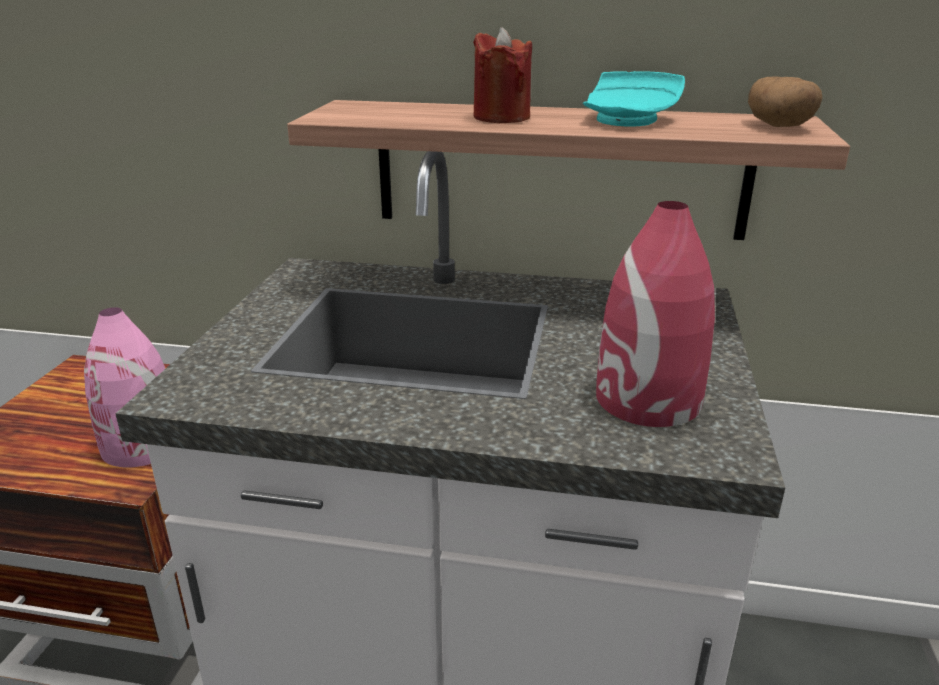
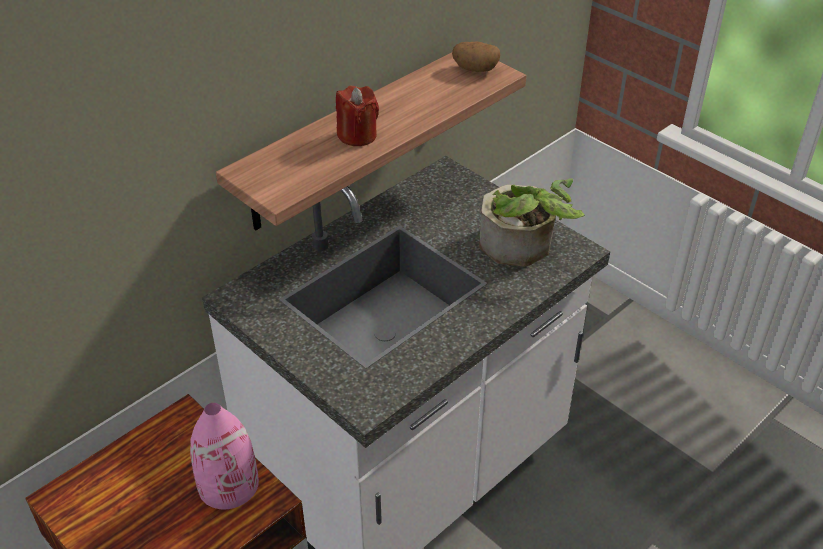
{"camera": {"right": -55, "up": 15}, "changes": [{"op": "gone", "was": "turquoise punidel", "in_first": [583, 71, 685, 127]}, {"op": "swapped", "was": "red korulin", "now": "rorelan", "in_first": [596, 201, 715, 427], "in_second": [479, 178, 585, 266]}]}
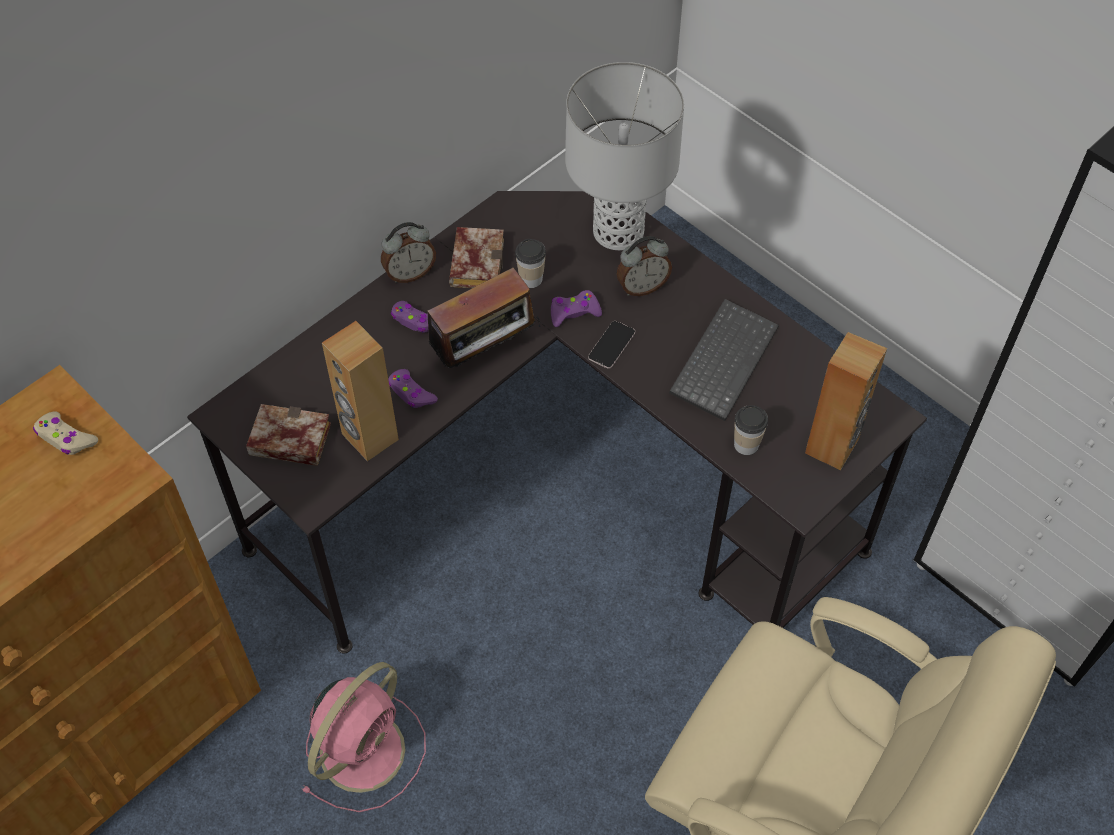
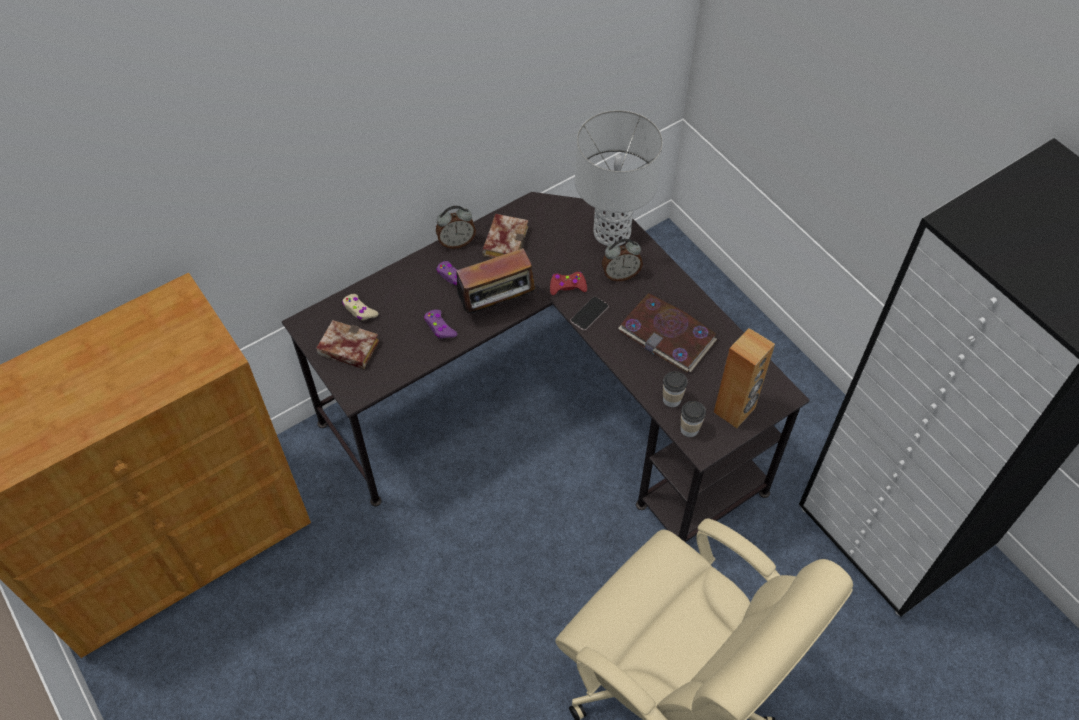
{"camera": {"right": 10, "up": 0}, "changes": [{"op": "shifted", "was": "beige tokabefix", "in_first": [33, 411, 98, 455], "in_second": [342, 294, 378, 320]}, {"op": "gone", "was": "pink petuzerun", "in_first": [301, 662, 426, 812]}, {"op": "gone", "was": "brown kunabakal", "in_first": [322, 321, 399, 461]}, {"op": "shifted", "was": "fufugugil", "in_first": [515, 239, 546, 288], "in_second": [680, 401, 706, 437]}, {"op": "repainted", "was": "purple tokabefix", "now": "red tokabefix", "in_first": [551, 290, 602, 327], "in_second": [550, 272, 587, 295]}, {"op": "swapped", "was": "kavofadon", "now": "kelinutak", "in_first": [669, 299, 779, 421], "in_second": [618, 293, 717, 373]}]}
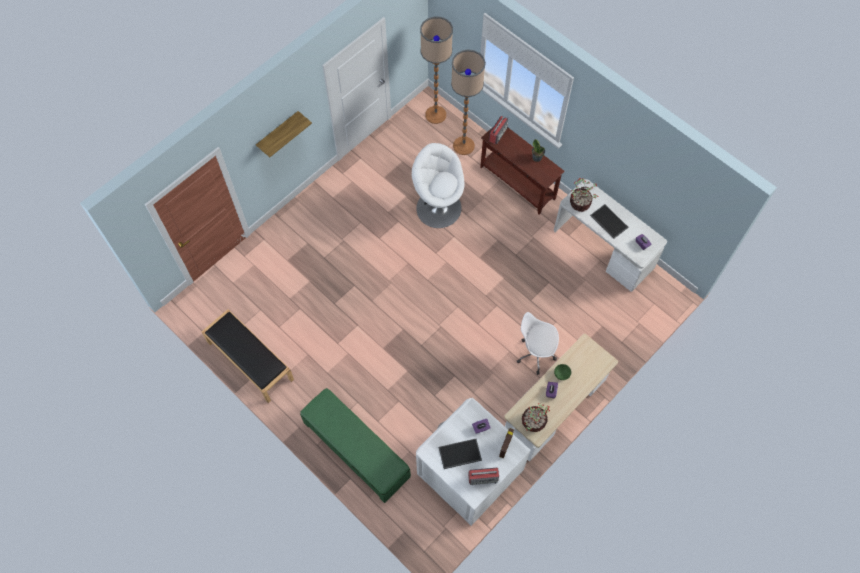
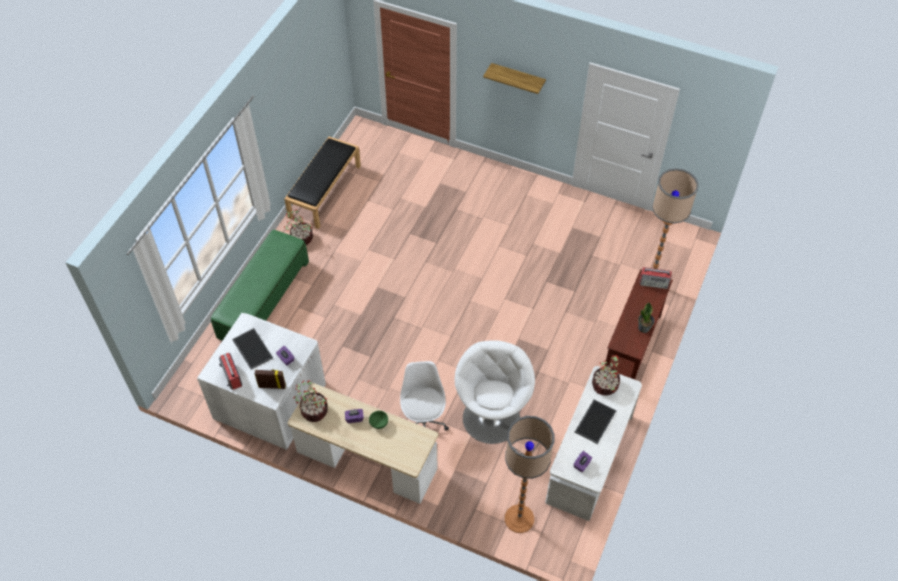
{"camera": {"right": 70, "up": -10}, "changes": [{"op": "shifted", "was": "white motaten", "in_first": [412, 143, 464, 228], "in_second": [455, 340, 535, 444]}, {"op": "shifted", "was": "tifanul", "in_first": [420, 17, 453, 124], "in_second": [505, 416, 554, 533]}, {"op": "new", "now": "rorelan", "in_second": [284, 209, 313, 245]}]}
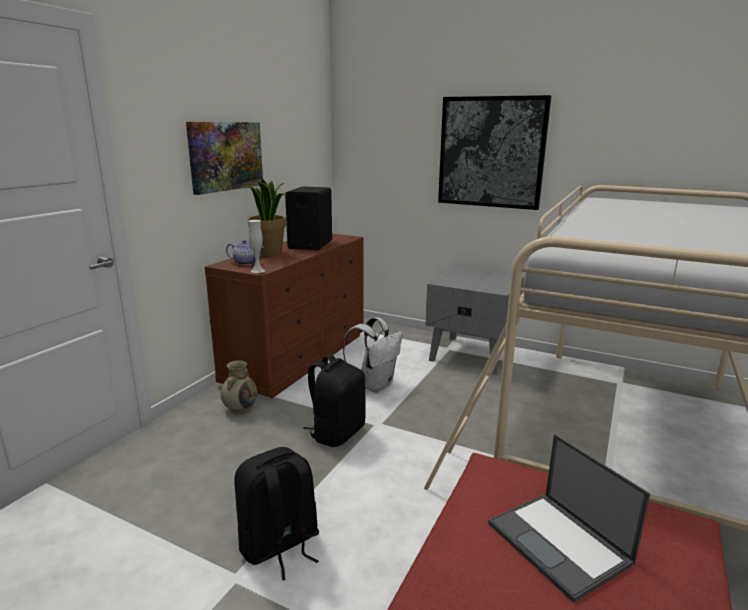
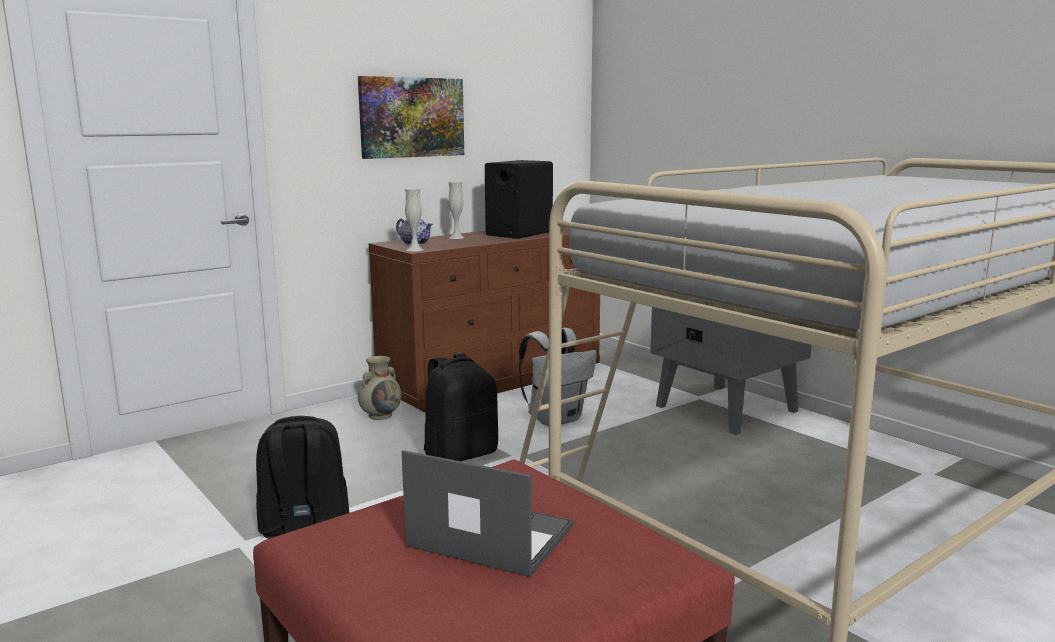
{"camera": {"right": 25, "up": -5}, "changes": [{"op": "swapped", "was": "rorelan", "now": "white korulin", "in_first": [244, 178, 286, 256], "in_second": [449, 182, 465, 239]}, {"op": "gone", "was": "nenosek", "in_first": [438, 95, 551, 210]}, {"op": "rotated", "was": "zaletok", "in_first": [488, 434, 651, 603], "in_second": [402, 450, 573, 577], "clockwise": 120}]}
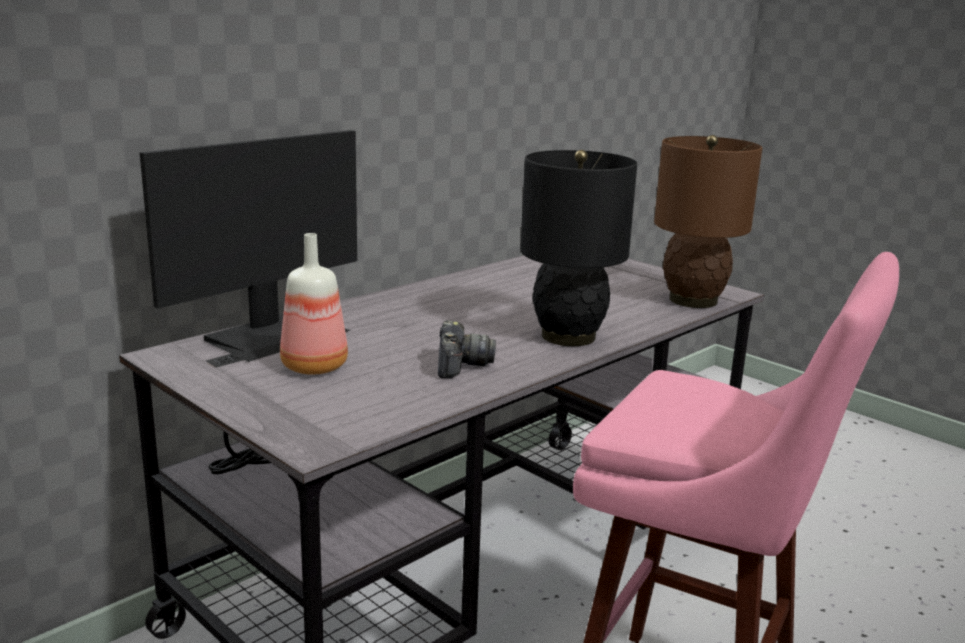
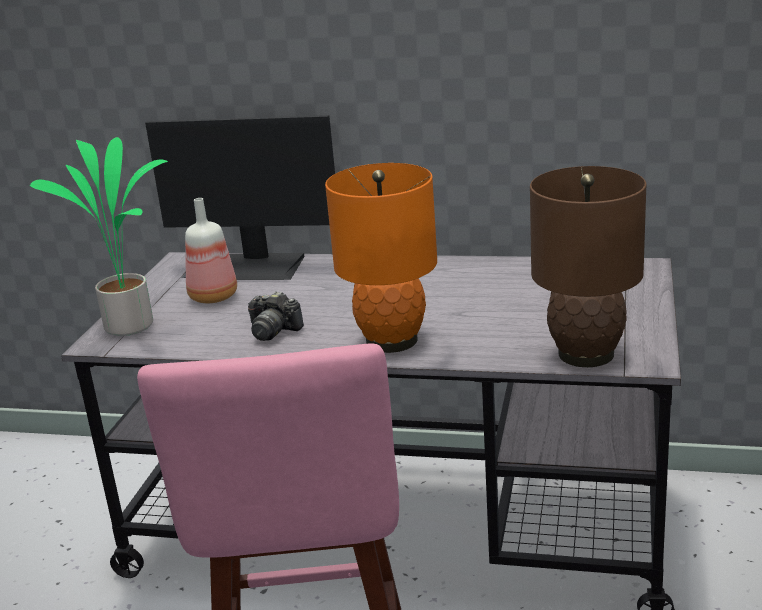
{"camera": {"right": 60, "up": 5}, "changes": [{"op": "rotated", "was": "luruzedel", "in_first": [438, 320, 496, 379], "in_second": [248, 291, 304, 341], "clockwise": 60}, {"op": "repainted", "was": "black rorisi", "now": "orange rorisi", "in_first": [520, 150, 637, 346], "in_second": [325, 163, 437, 353]}, {"op": "new", "now": "rorelan", "in_second": [30, 137, 168, 336]}]}
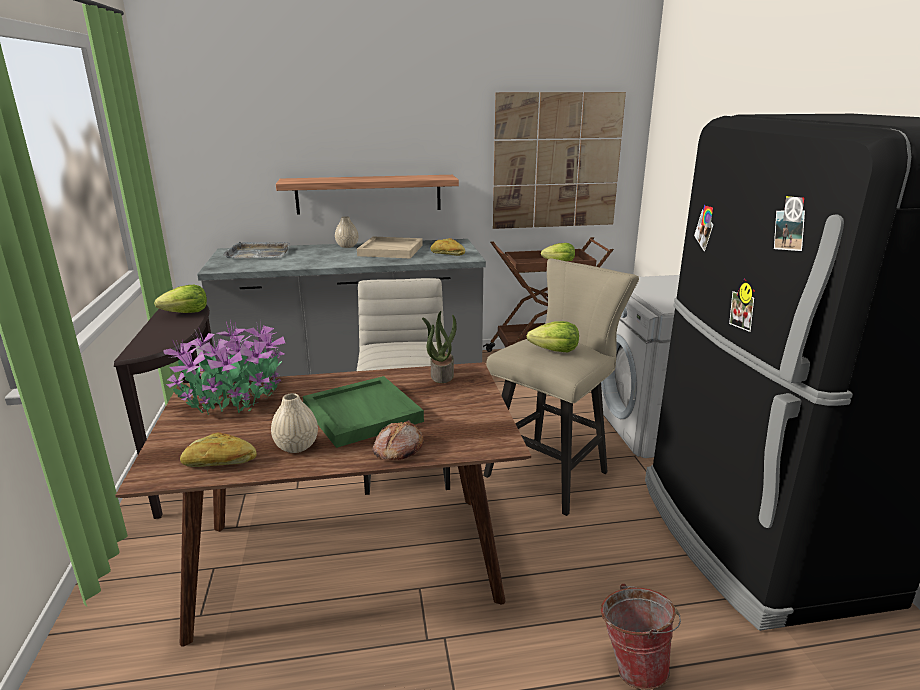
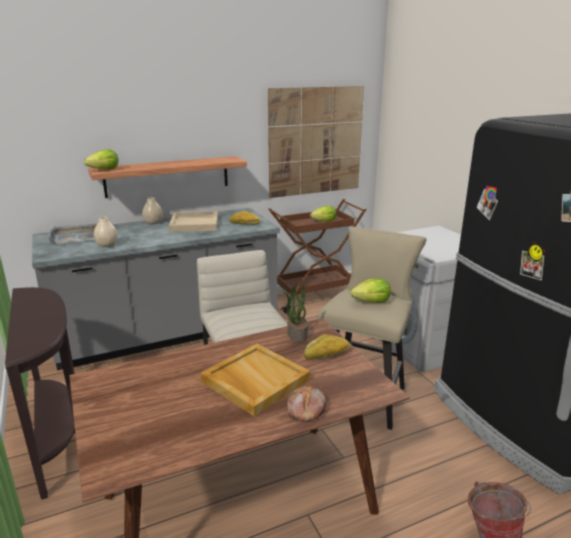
{"camera": {"right": -15, "up": 0}, "changes": [{"op": "shifted", "was": "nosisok", "in_first": [154, 285, 207, 313], "in_second": [84, 149, 119, 170]}, {"op": "gone", "was": "rorelan", "in_first": [163, 320, 285, 415]}, {"op": "shifted", "was": "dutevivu", "in_first": [180, 432, 257, 467], "in_second": [304, 334, 350, 360]}, {"op": "shifted", "was": "beige korulin", "in_first": [271, 393, 318, 453], "in_second": [94, 217, 118, 247]}, {"op": "repainted", "was": "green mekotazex", "now": "beige mekotazex", "in_first": [303, 376, 424, 448], "in_second": [201, 344, 310, 416]}]}
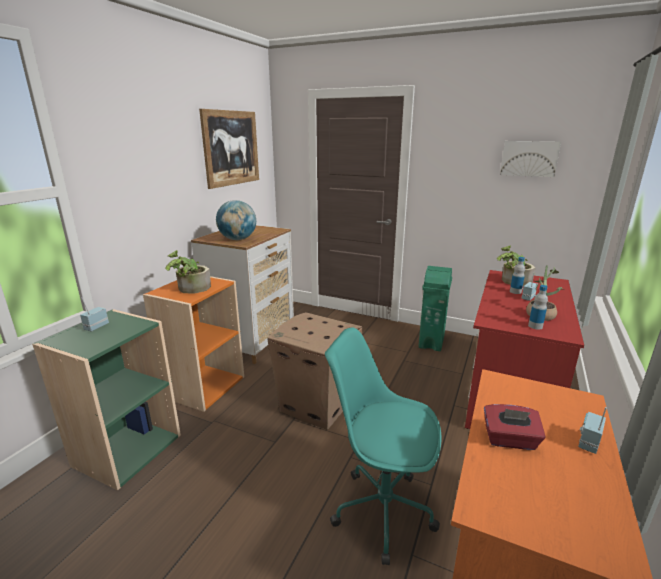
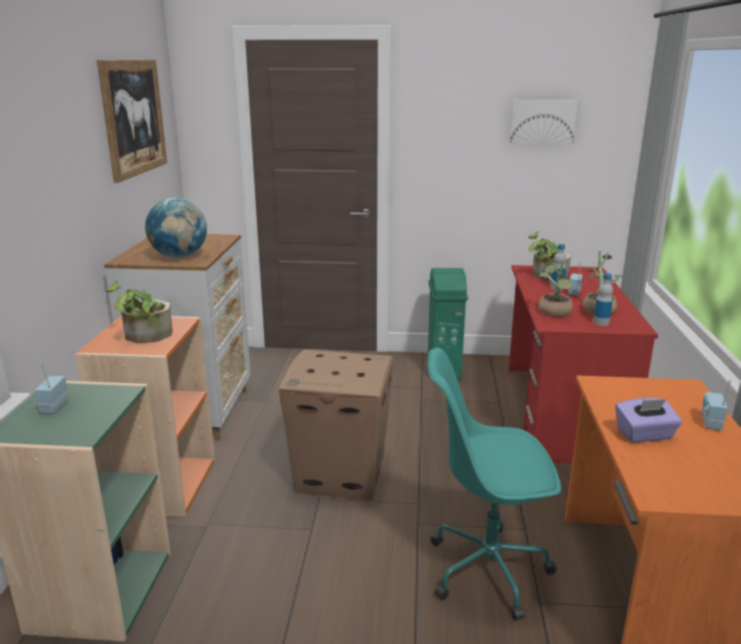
{"camera": {"right": -20, "up": 0}, "changes": [{"op": "repainted", "was": "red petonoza", "now": "purple petonoza", "in_first": [484, 404, 546, 450], "in_second": [615, 398, 682, 442]}, {"op": "new", "now": "rorelan", "in_second": [539, 259, 573, 317]}]}
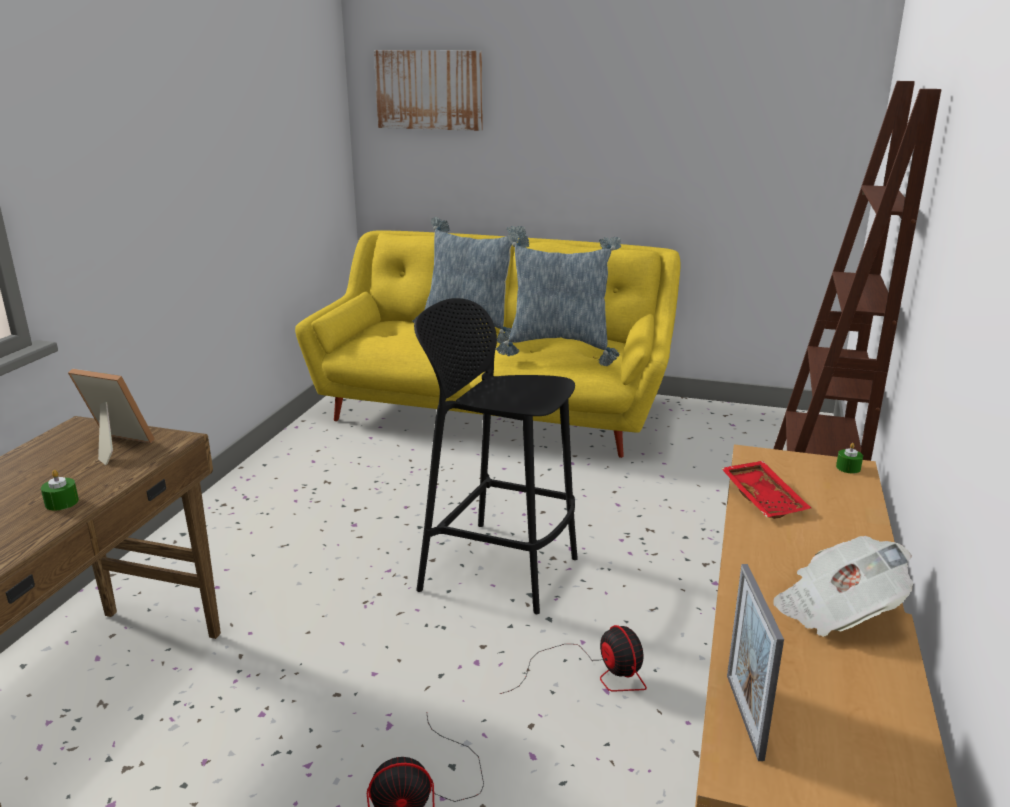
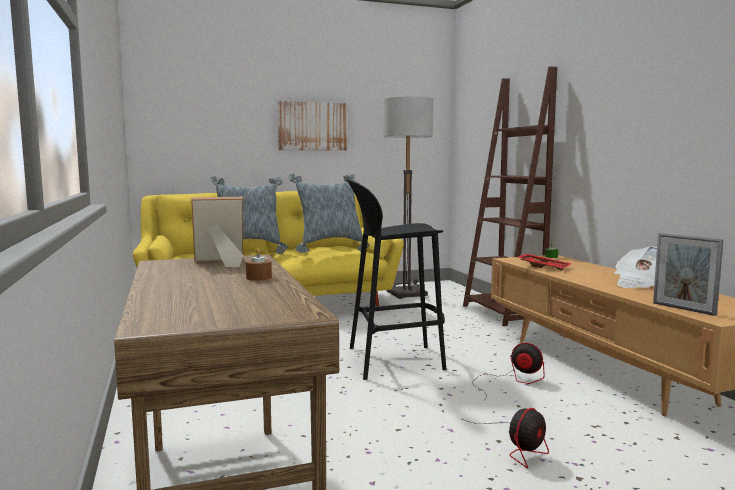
{"camera": {"right": -35, "up": -15}, "changes": [{"op": "repainted", "was": "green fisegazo", "now": "brown fisegazo", "in_first": [41, 470, 79, 510], "in_second": [246, 248, 272, 281]}, {"op": "shifted", "was": "nenosek", "in_first": [374, 50, 483, 131], "in_second": [277, 101, 348, 151]}, {"op": "new", "now": "tifanul", "in_second": [384, 96, 433, 299]}]}
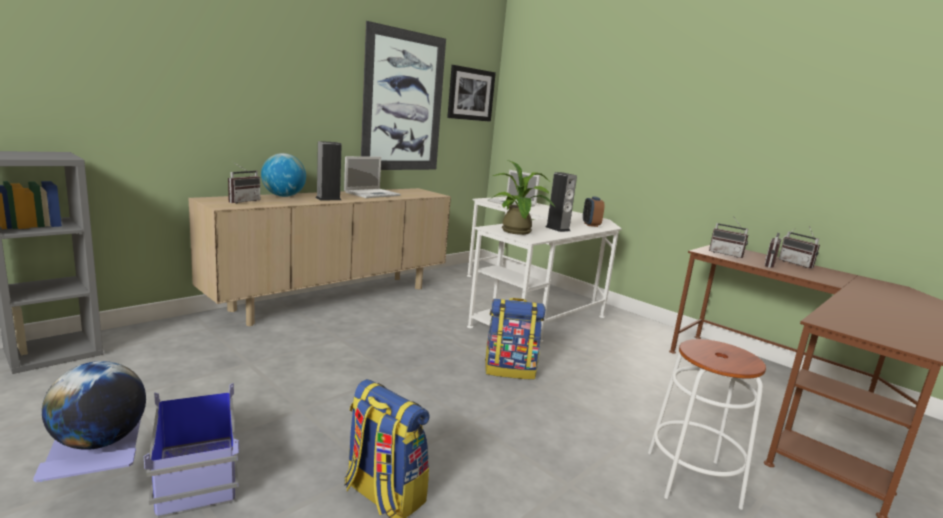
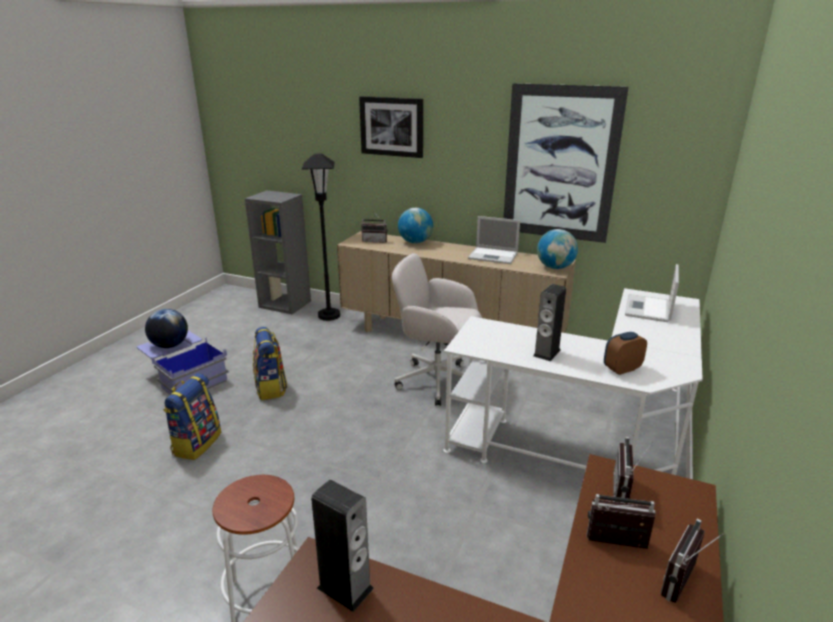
{"camera": {"right": 70, "up": 10}, "changes": [{"op": "shifted", "was": "kunabakal", "in_first": [315, 141, 342, 201], "in_second": [311, 480, 374, 612]}, {"op": "shifted", "was": "nenosek", "in_first": [447, 65, 496, 122], "in_second": [359, 96, 423, 158]}, {"op": "shifted", "was": "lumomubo", "in_first": [485, 298, 545, 379], "in_second": [253, 327, 287, 400]}, {"op": "gone", "was": "rorelan", "in_first": [489, 160, 556, 235]}, {"op": "new", "now": "black tifanul", "in_second": [302, 154, 340, 321]}, {"op": "new", "now": "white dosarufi", "in_second": [392, 253, 482, 406]}, {"op": "new", "now": "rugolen", "in_second": [537, 229, 578, 269]}]}
